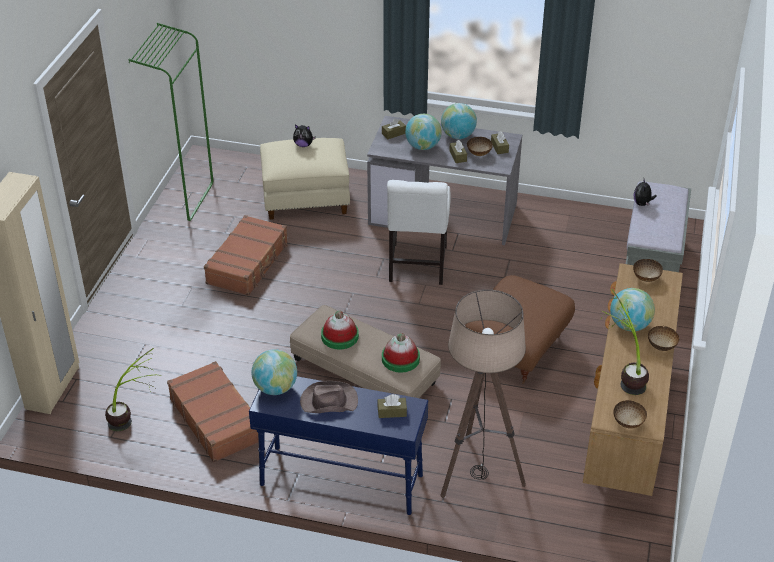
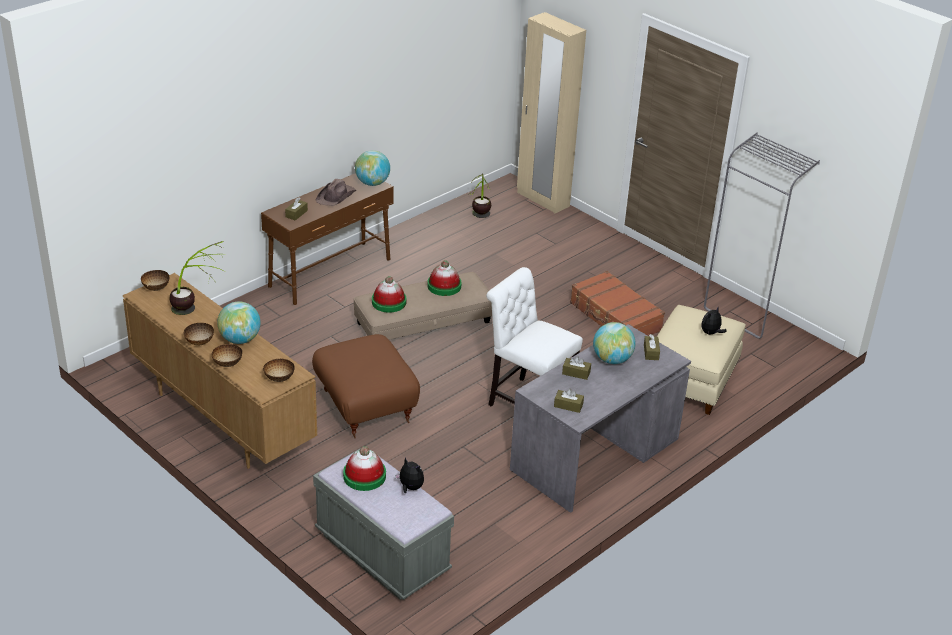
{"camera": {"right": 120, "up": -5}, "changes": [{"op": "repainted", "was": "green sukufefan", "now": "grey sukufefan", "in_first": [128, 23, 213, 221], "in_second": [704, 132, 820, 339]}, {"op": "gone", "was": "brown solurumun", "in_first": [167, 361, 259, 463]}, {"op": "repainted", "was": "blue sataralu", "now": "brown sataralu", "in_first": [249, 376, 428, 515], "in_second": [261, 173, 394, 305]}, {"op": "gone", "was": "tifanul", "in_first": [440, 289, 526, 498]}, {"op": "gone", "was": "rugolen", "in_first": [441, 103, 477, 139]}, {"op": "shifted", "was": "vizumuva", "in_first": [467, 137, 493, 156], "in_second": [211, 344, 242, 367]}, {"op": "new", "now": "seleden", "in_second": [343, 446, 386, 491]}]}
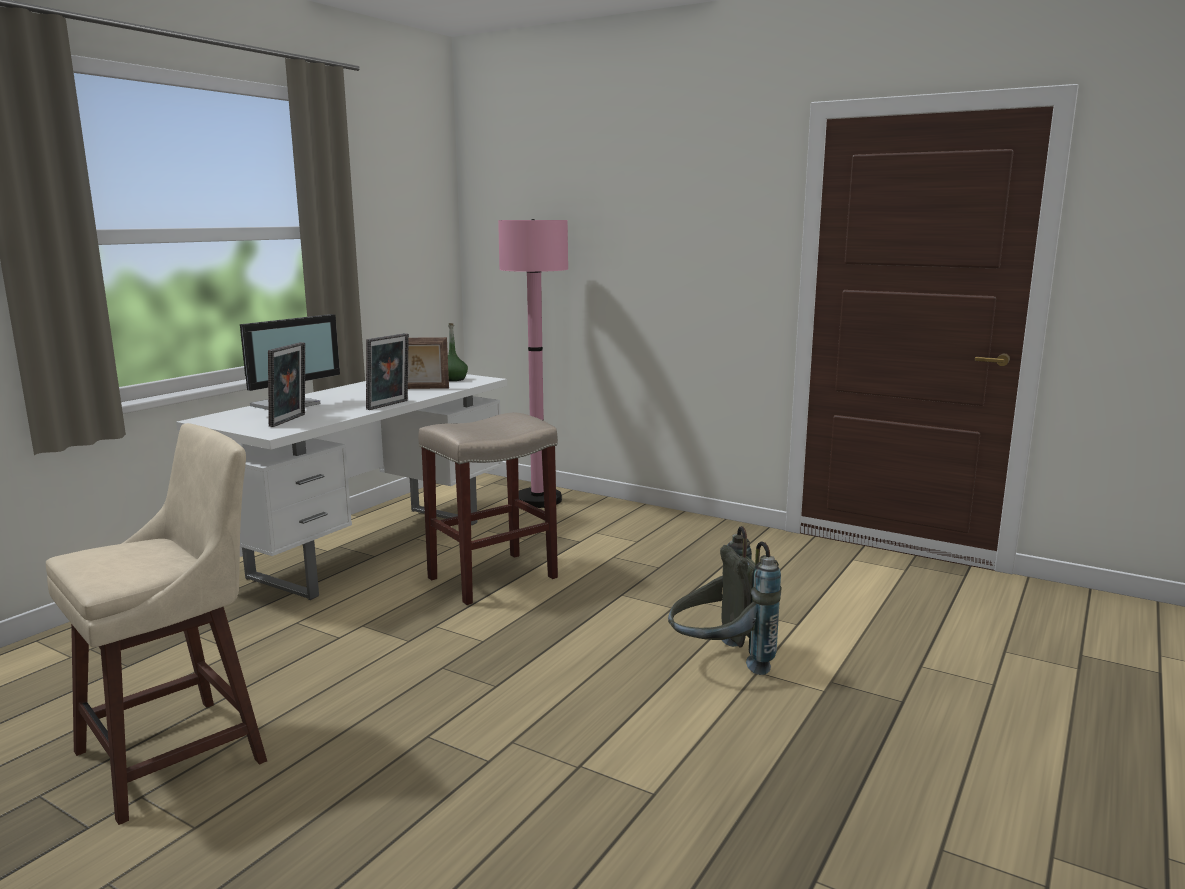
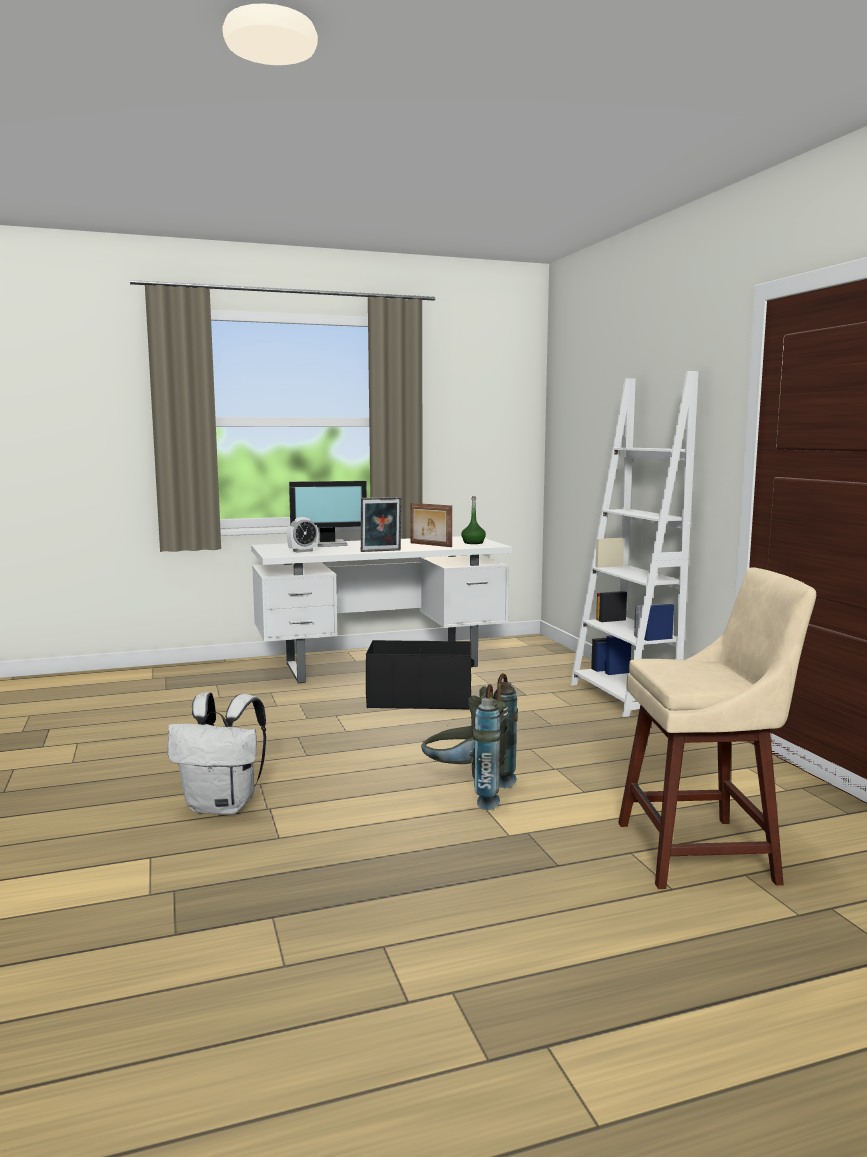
{"camera": {"right": 40, "up": -5}, "changes": [{"op": "shifted", "was": "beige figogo", "in_first": [46, 423, 267, 825], "in_second": [618, 567, 816, 889]}, {"op": "swapped", "was": "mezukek", "now": "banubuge", "in_first": [268, 342, 305, 427], "in_second": [287, 517, 318, 553]}, {"op": "swapped", "was": "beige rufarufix", "now": "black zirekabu", "in_first": [418, 413, 558, 605], "in_second": [366, 640, 474, 710]}, {"op": "gone", "was": "pink tifanul", "in_first": [498, 219, 568, 508]}, {"op": "new", "now": "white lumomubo", "in_second": [168, 692, 266, 815]}, {"op": "new", "now": "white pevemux", "in_second": [570, 371, 699, 717]}]}
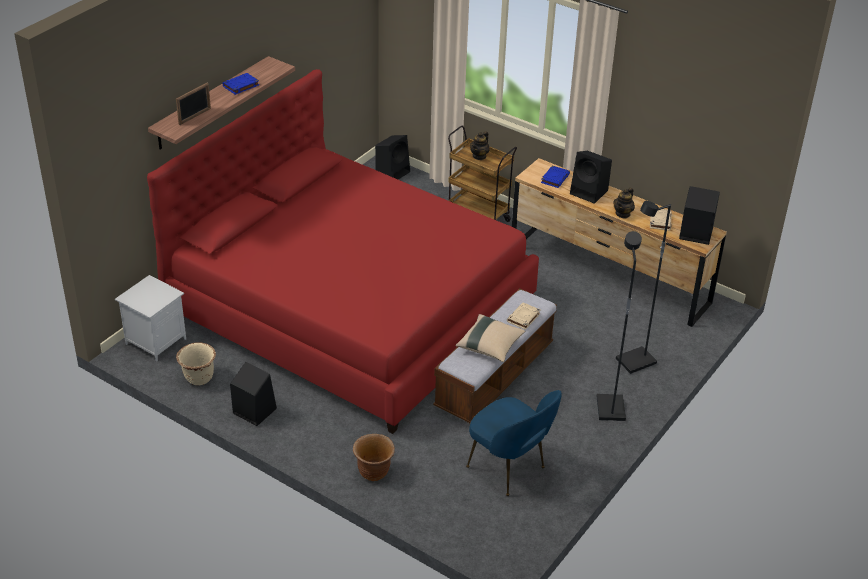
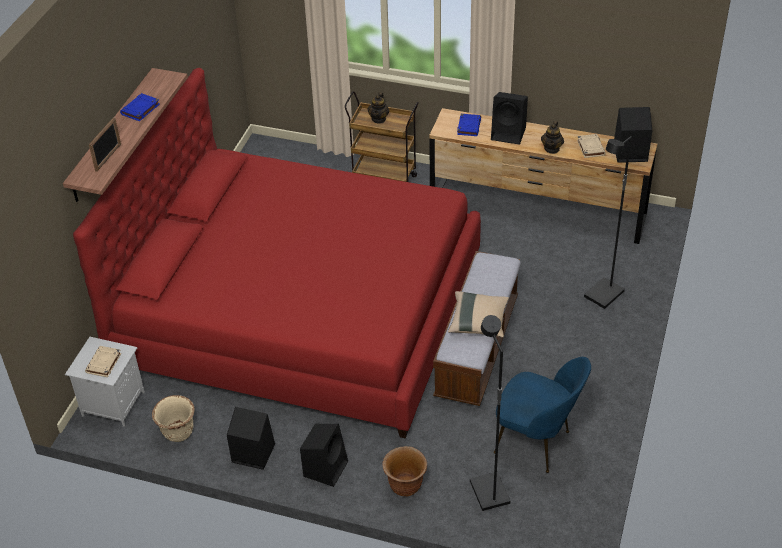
{"camera": {"right": -15, "up": 5}, "changes": [{"op": "shifted", "was": "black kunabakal", "in_first": [375, 135, 410, 179], "in_second": [300, 424, 348, 487]}, {"op": "shifted", "was": "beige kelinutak", "in_first": [507, 302, 540, 330], "in_second": [85, 346, 121, 377]}, {"op": "shifted", "was": "black tifanul", "in_first": [596, 231, 642, 421], "in_second": [470, 315, 511, 511]}]}
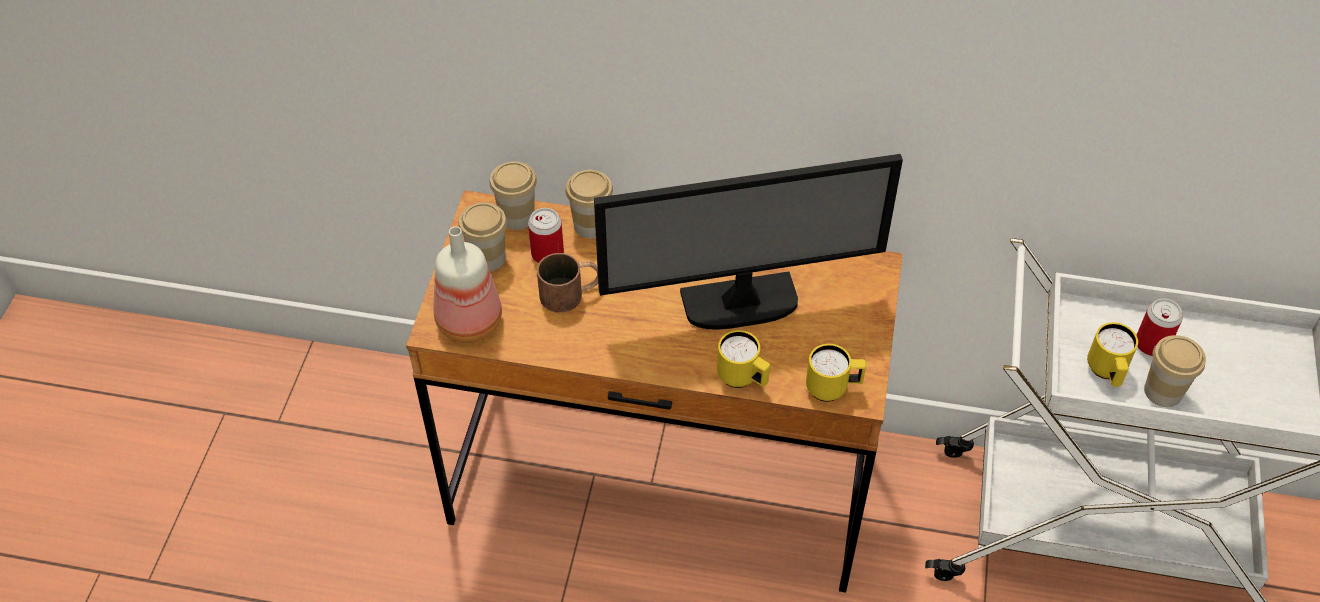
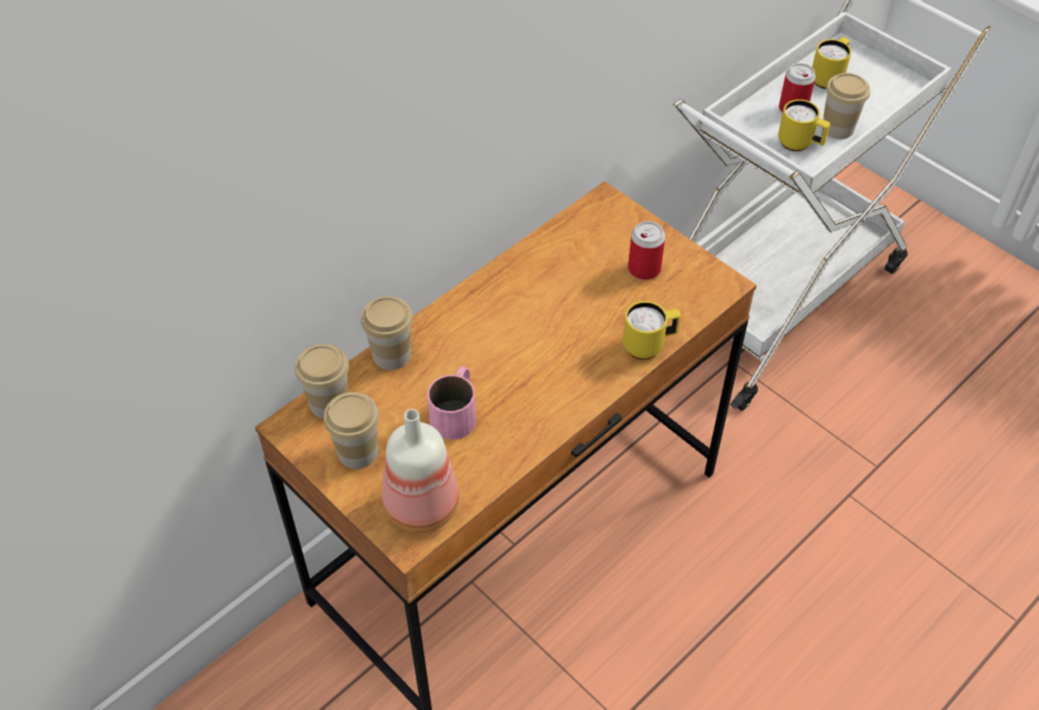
{"camera": {"right": -55, "up": 0}, "changes": [{"op": "shifted", "was": "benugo", "in_first": [528, 208, 564, 263], "in_second": [628, 221, 665, 280]}, {"op": "repainted", "was": "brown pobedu", "now": "pink pobedu", "in_first": [537, 253, 598, 313], "in_second": [427, 366, 476, 440]}, {"op": "gone", "was": "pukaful", "in_first": [594, 154, 903, 330]}, {"op": "shifted", "was": "yellow pobedu", "in_first": [806, 344, 866, 402], "in_second": [812, 37, 851, 89]}]}
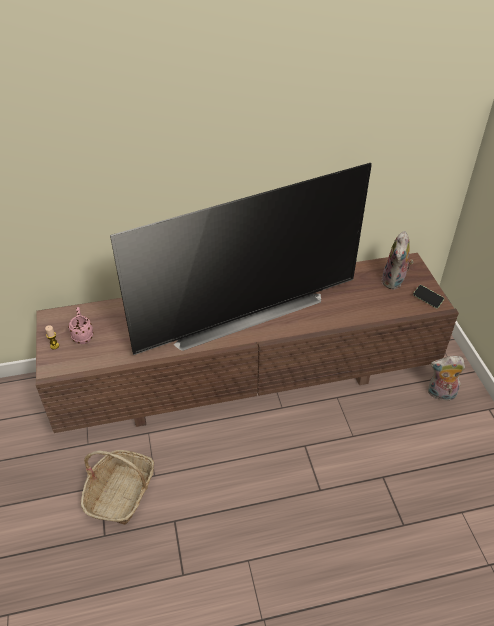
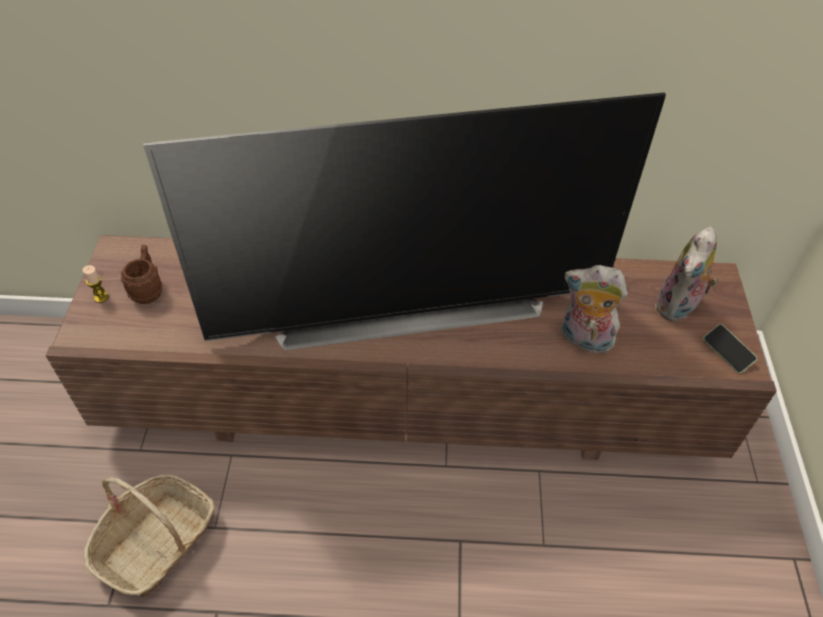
{"camera": {"right": 15, "up": 5}, "changes": [{"op": "repainted", "was": "pink pobedu", "now": "brown pobedu", "in_first": [68, 307, 93, 344], "in_second": [121, 245, 162, 304]}, {"op": "shifted", "was": "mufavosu", "in_first": [428, 356, 465, 401], "in_second": [562, 265, 628, 354]}]}
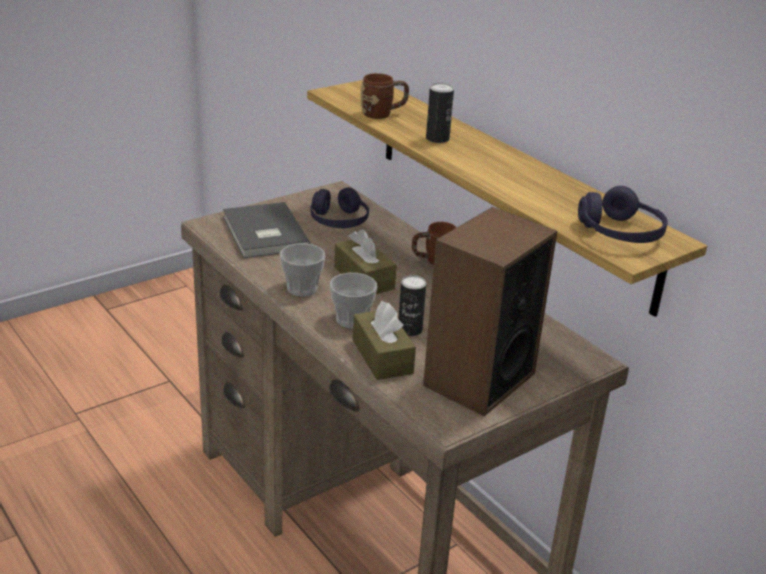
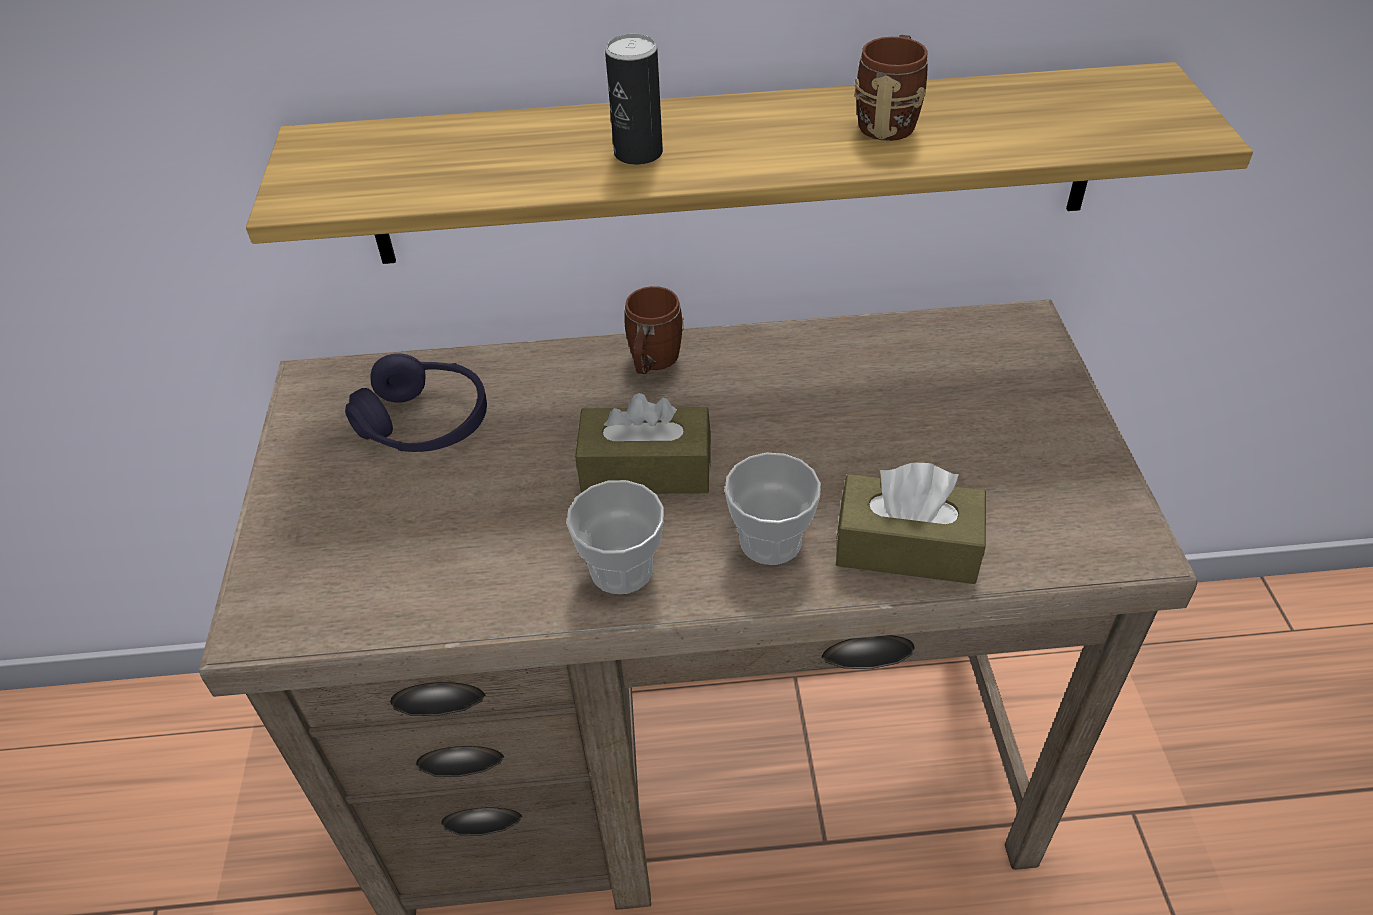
{"camera": {"right": -55, "up": 15}, "changes": [{"op": "gone", "was": "grey kelinutak", "in_first": [223, 202, 310, 258]}, {"op": "shifted", "was": "brown pobedu", "in_first": [360, 73, 409, 119], "in_second": [854, 35, 928, 141]}, {"op": "gone", "was": "benugo", "in_first": [398, 275, 426, 336]}, {"op": "gone", "was": "kunabakal", "in_first": [423, 207, 557, 416]}, {"op": "gone", "was": "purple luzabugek", "in_first": [578, 186, 668, 243]}]}
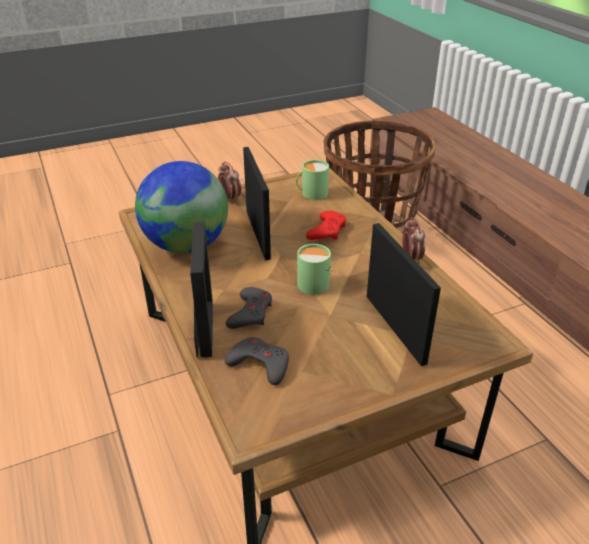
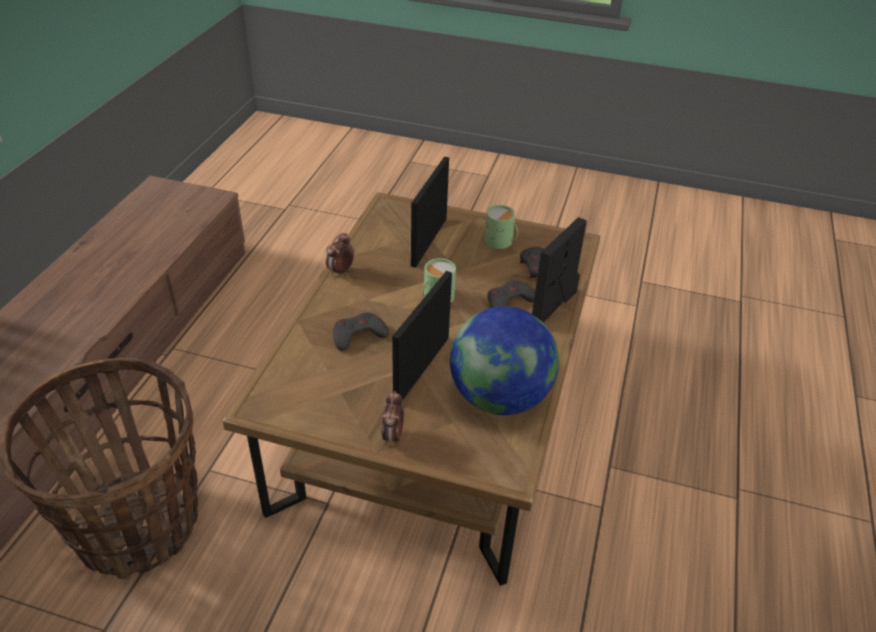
{"camera": {"right": -140, "up": 5}, "changes": [{"op": "shifted", "was": "green pobedu", "in_first": [296, 160, 329, 200], "in_second": [485, 205, 518, 249]}, {"op": "repainted", "was": "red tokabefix", "now": "grey tokabefix", "in_first": [306, 211, 346, 240], "in_second": [333, 312, 389, 351]}]}
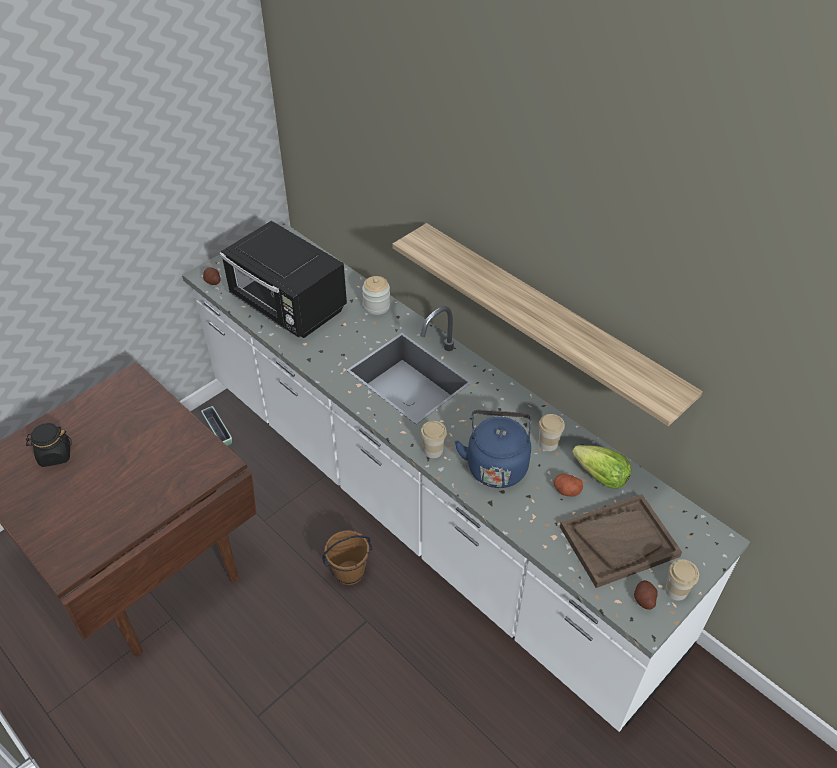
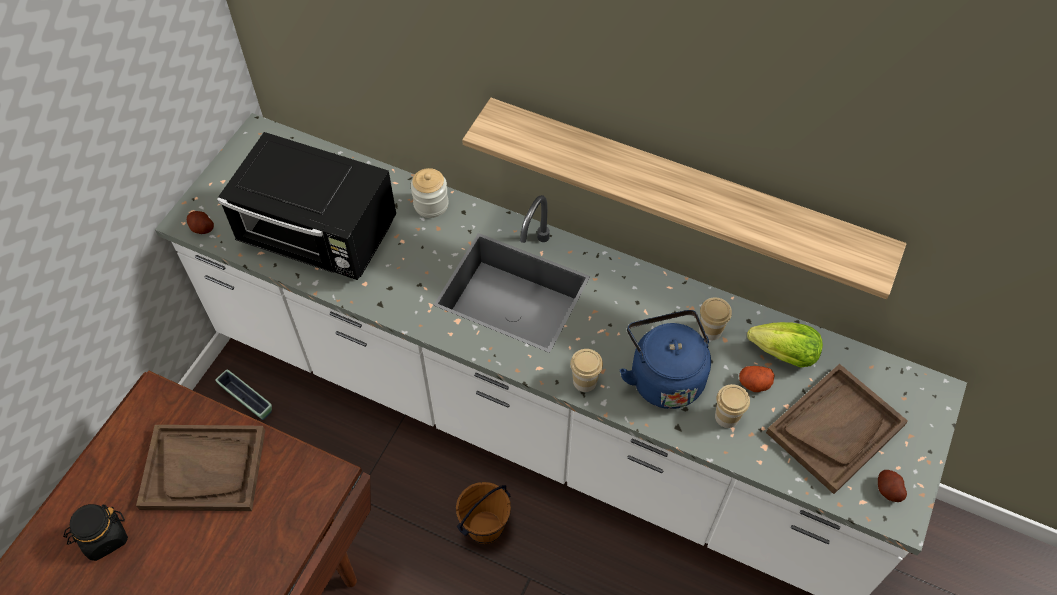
{"camera": {"right": -20, "up": 10}, "changes": [{"op": "shifted", "was": "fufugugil", "in_first": [665, 559, 699, 601], "in_second": [715, 384, 750, 428]}, {"op": "new", "now": "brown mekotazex", "in_second": [136, 425, 265, 511]}]}
